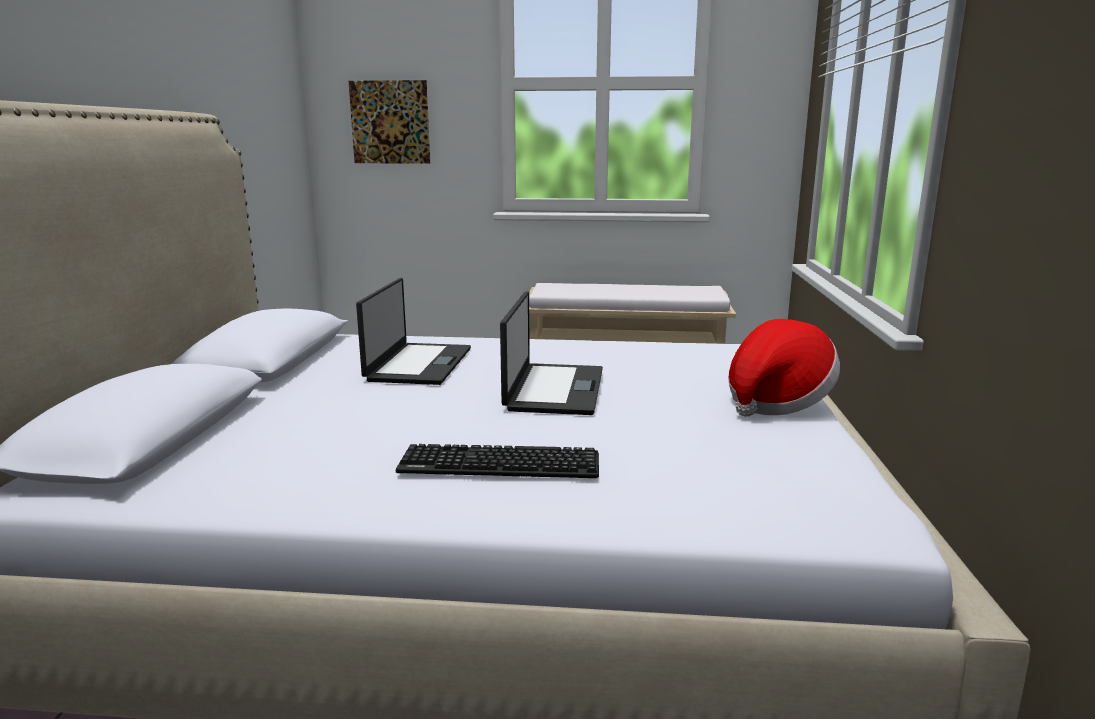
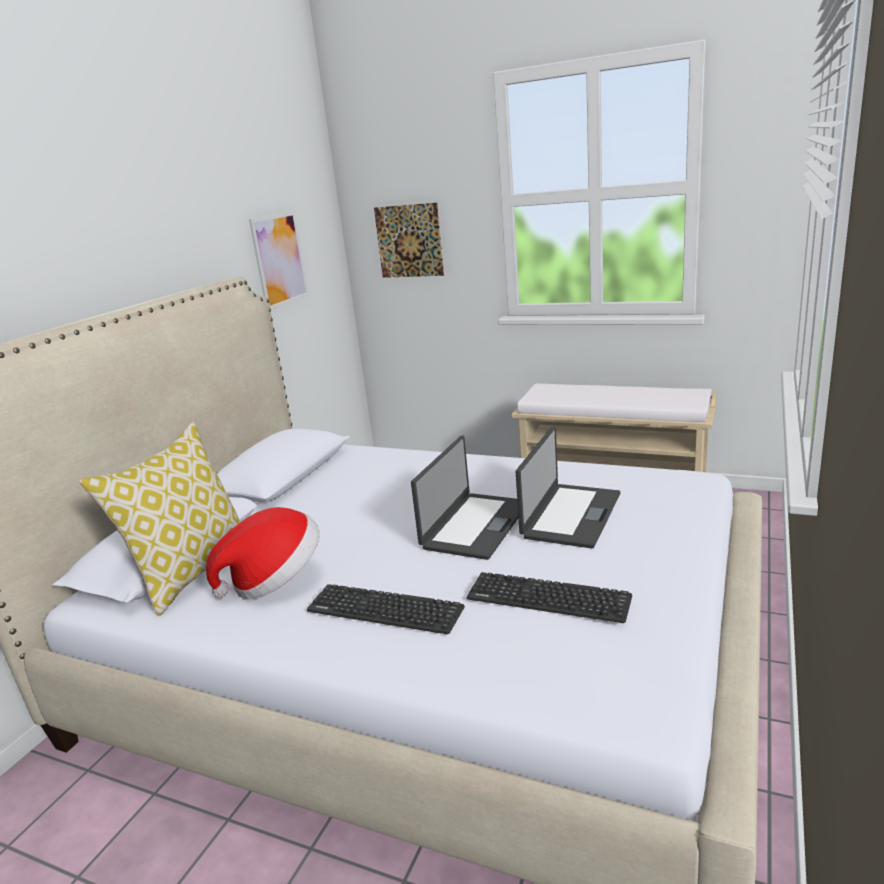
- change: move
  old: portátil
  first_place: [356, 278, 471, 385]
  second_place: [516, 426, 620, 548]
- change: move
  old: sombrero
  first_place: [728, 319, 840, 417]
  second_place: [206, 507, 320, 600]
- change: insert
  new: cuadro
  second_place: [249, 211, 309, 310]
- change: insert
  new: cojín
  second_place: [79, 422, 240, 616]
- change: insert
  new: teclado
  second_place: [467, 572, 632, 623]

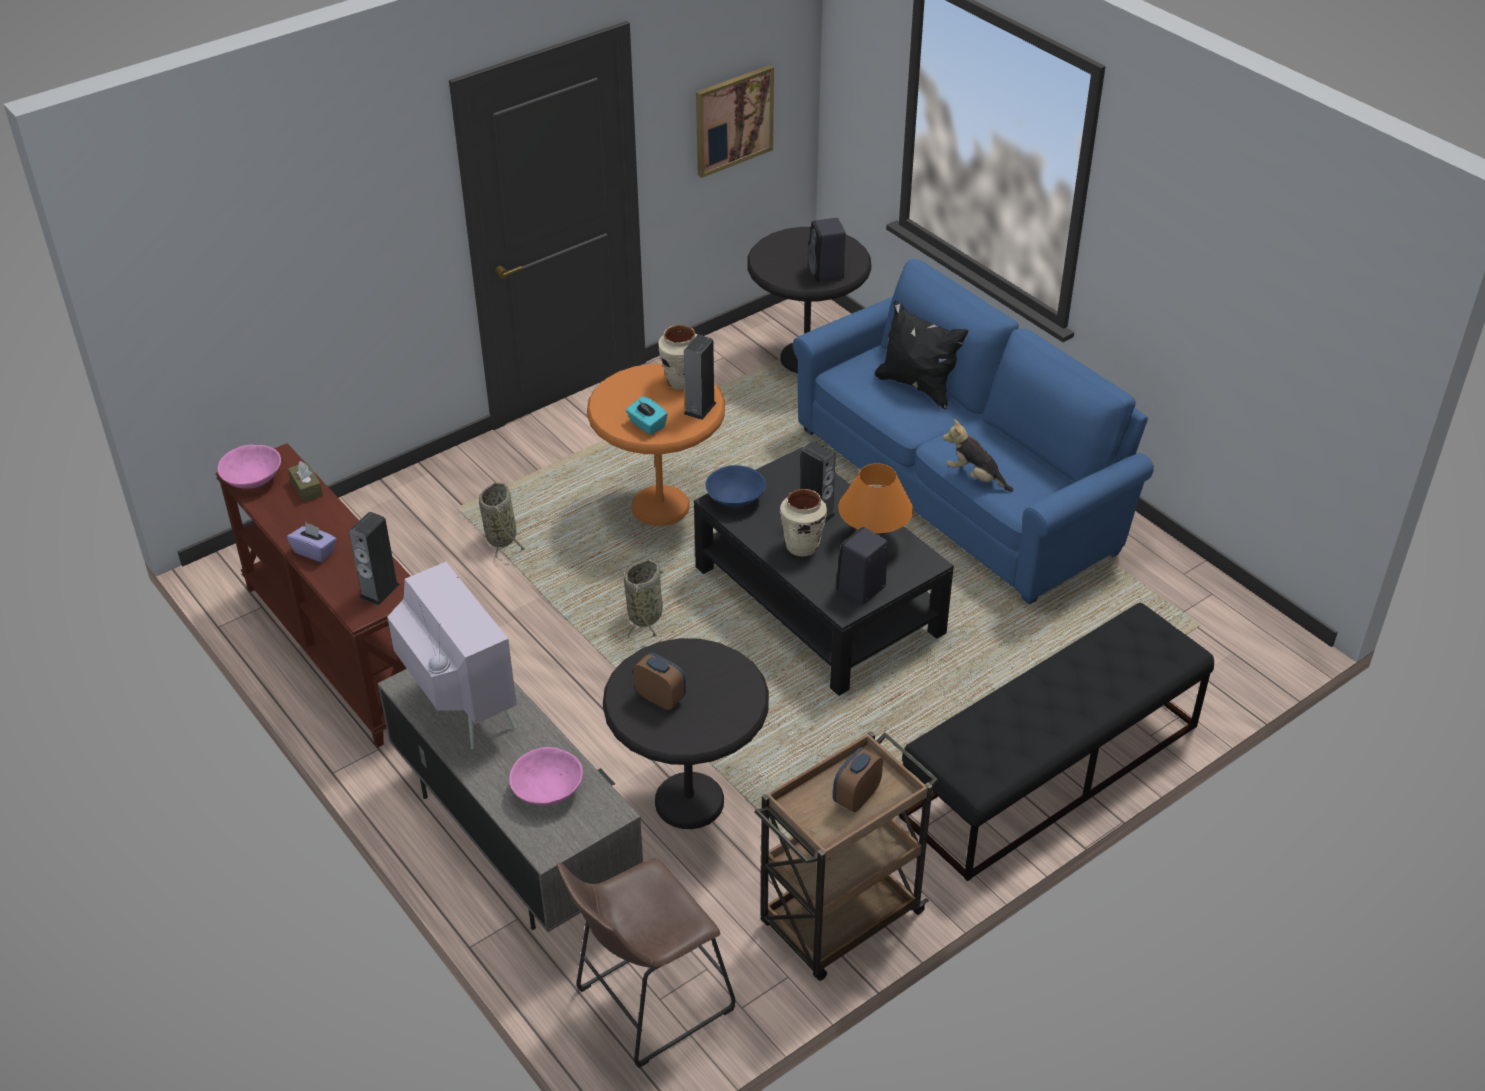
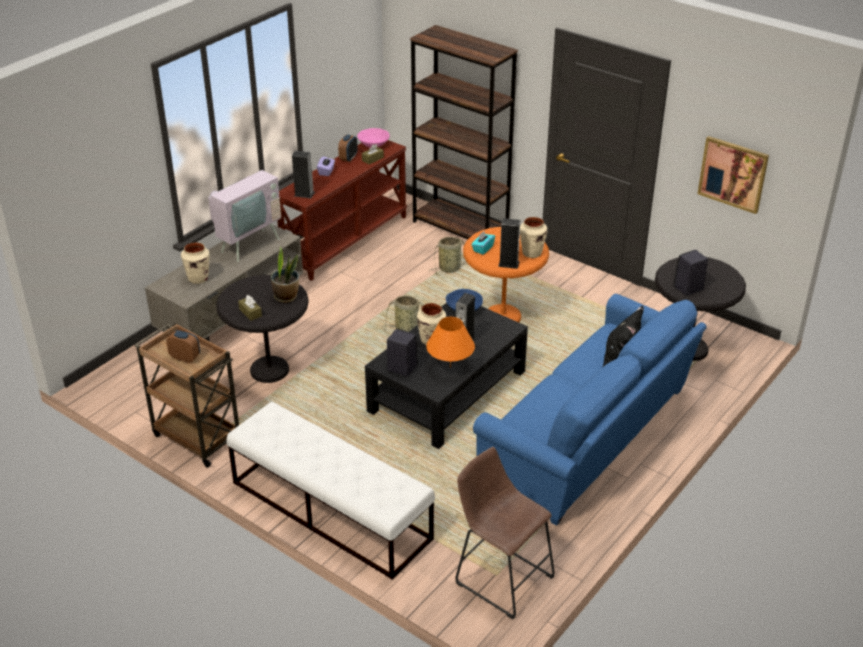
- change: delete
  old: peluche
  first_place: [943, 419, 1014, 492]
- change: recolor
  old: banco [negro]
  new: banco [blanco]
  first_place: [899, 603, 1214, 881]
  second_place: [227, 402, 435, 580]
- change: move
  old: despertador
  first_place: [633, 652, 686, 710]
  second_place: [338, 134, 358, 162]
- change: replace
  old: cuenco [rosa]
  new: florero [beis]
  first_place: [509, 747, 583, 805]
  second_place: [181, 242, 210, 284]
- change: move
  old: taburete [marrón]
  first_place: [557, 858, 735, 1068]
  second_place: [456, 447, 555, 619]
- change: insert
  new: estantería [marrón]
  second_place: [410, 25, 518, 239]
- change: insert
  new: planta en maceta
  second_place: [271, 247, 299, 303]
- change: insert
  new: caja de pañuelos [marrón]
  second_place: [238, 295, 262, 321]

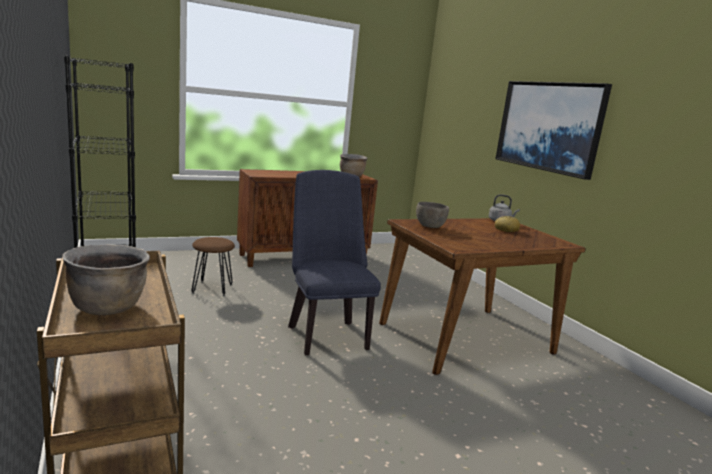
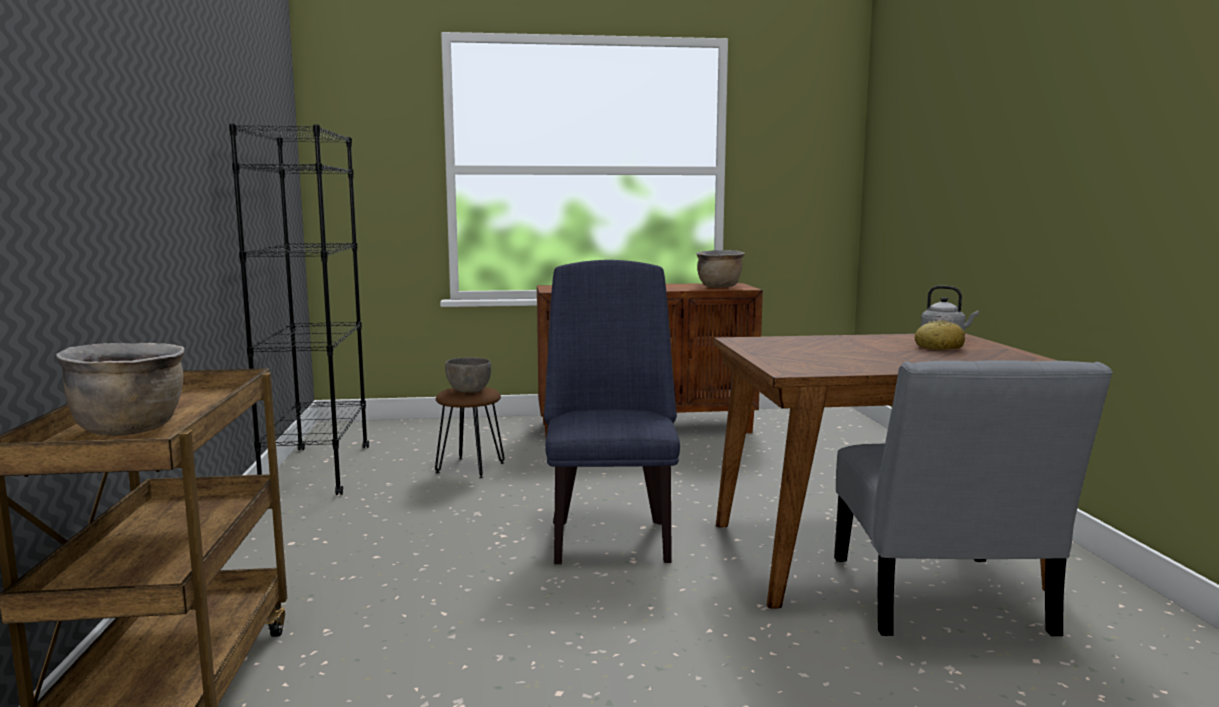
- change: delete
  old: cuadro
  first_place: [496, 81, 612, 180]
- change: move
  old: cuenco [gris]
  first_place: [416, 202, 449, 228]
  second_place: [445, 358, 491, 393]
- change: insert
  new: silla [gris]
  second_place: [834, 360, 1113, 636]

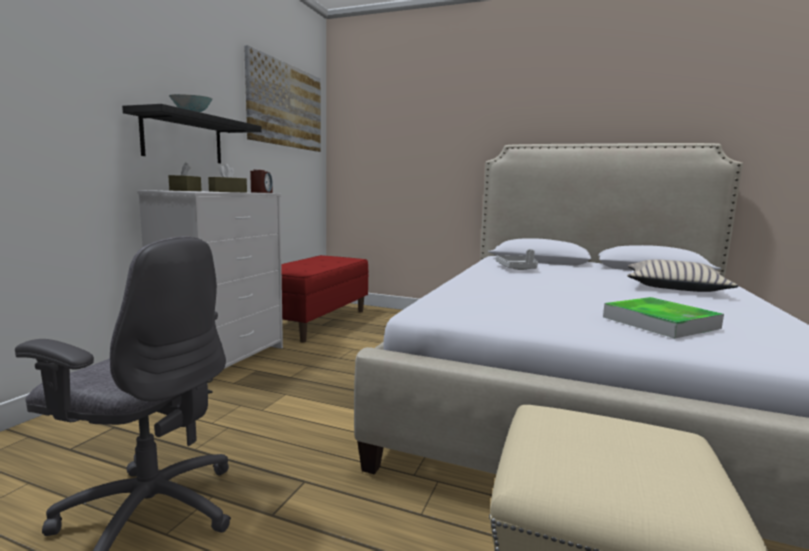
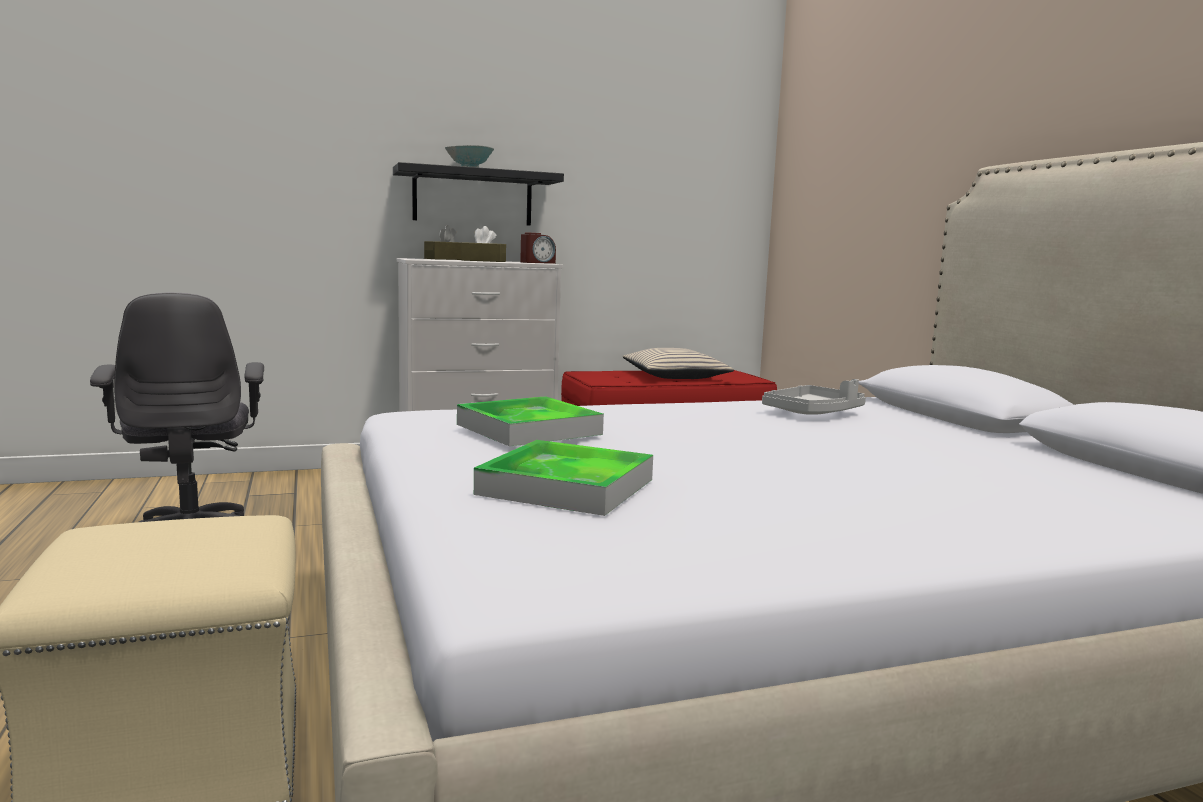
- change: delete
  old: cuadro
  first_place: [244, 45, 321, 152]
- change: move
  old: cojín [beis]
  first_place: [627, 259, 739, 292]
  second_place: [623, 348, 734, 379]
- change: insert
  new: bandeja
  second_place: [457, 396, 604, 446]

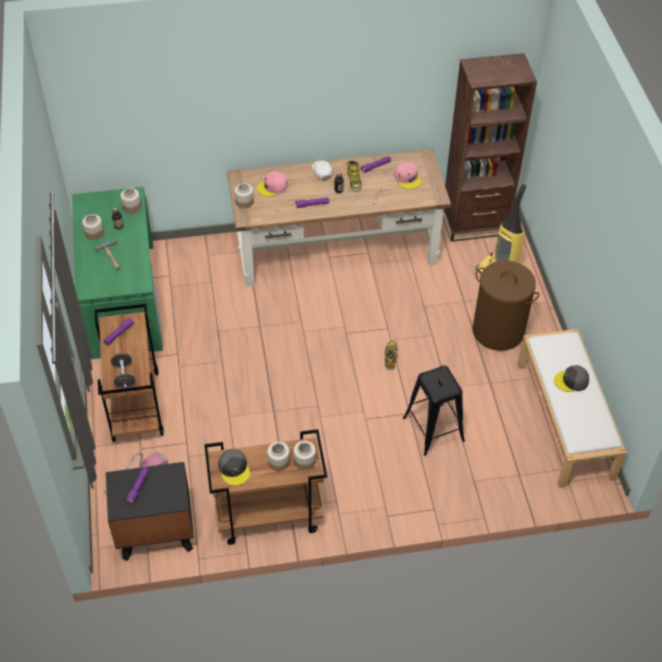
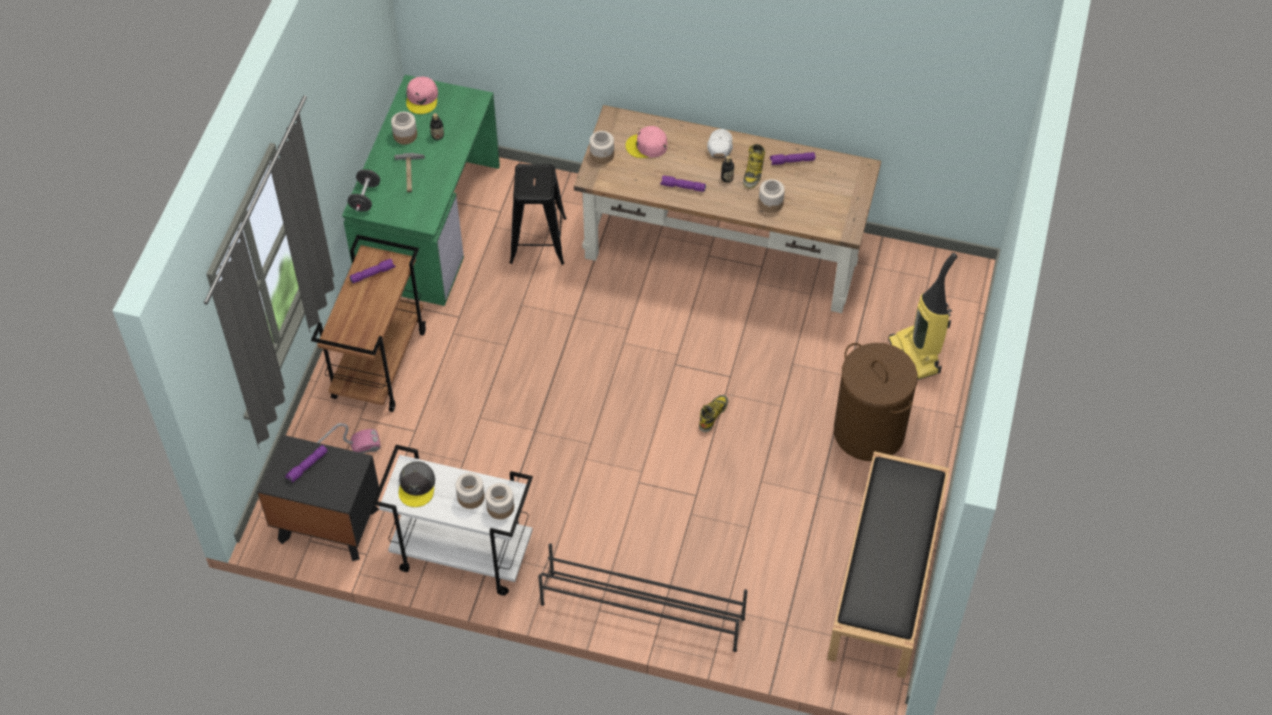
- change: delete
  old: estantería [marrón]
  first_place: [443, 53, 537, 242]
- change: move
  old: gorra [rosa]
  first_place: [394, 162, 421, 189]
  second_place: [406, 77, 438, 114]
- change: move
  old: tarro
  first_place: [120, 188, 141, 213]
  second_place: [759, 179, 785, 213]
- change: recolor
  old: banco [blanco]
  new: banco [negro]
  first_place: [517, 329, 627, 488]
  second_place: [827, 451, 950, 678]
- change: move
  old: mancuerna [negro]
  first_place: [111, 353, 135, 388]
  second_place: [348, 169, 380, 212]
- change: delete
  old: gorra [gris]
  first_place: [554, 365, 589, 392]
- change: move
  old: taburete [negro]
  first_place: [403, 366, 465, 456]
  second_place: [509, 164, 567, 265]
- change: recolor
  old: carrito [marrón]
  new: carrito [blanco]
  first_place: [204, 429, 327, 545]
  second_place: [373, 445, 533, 596]
- change: insert
  new: zapatero [negro]
  second_place: [538, 543, 748, 652]

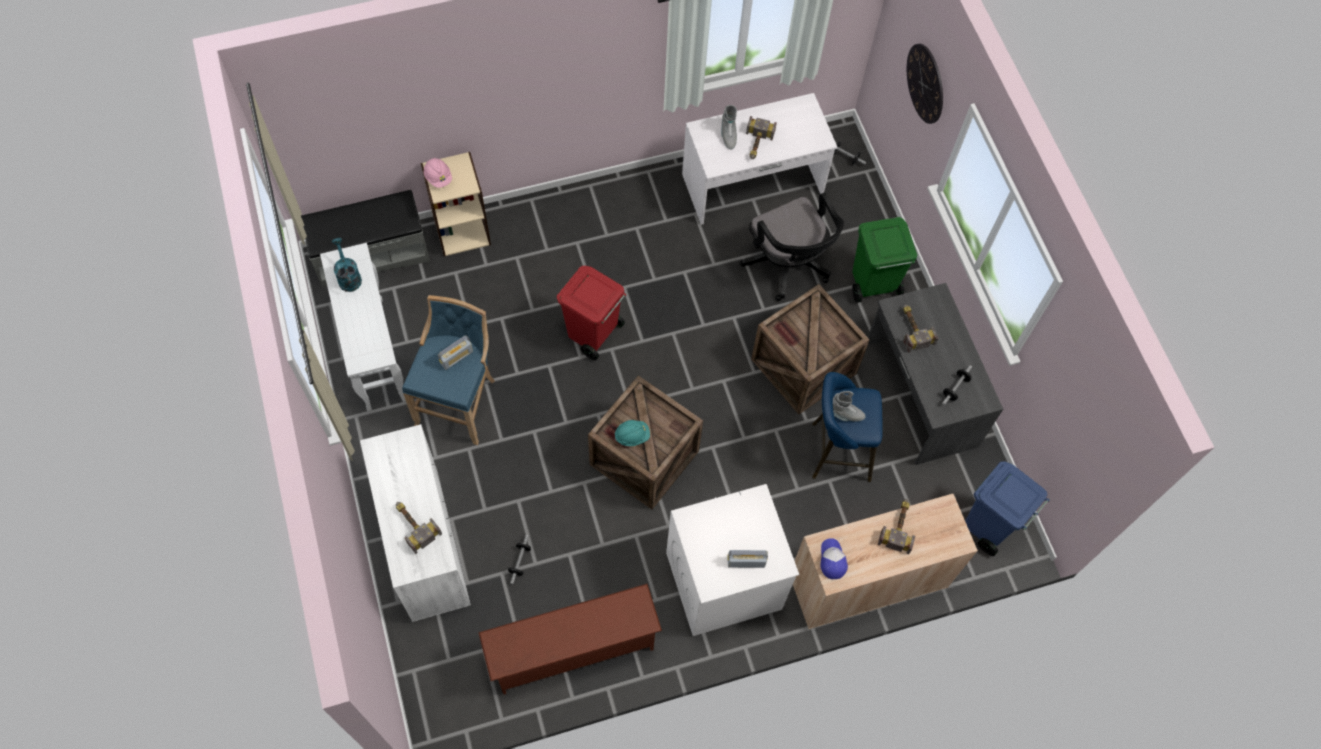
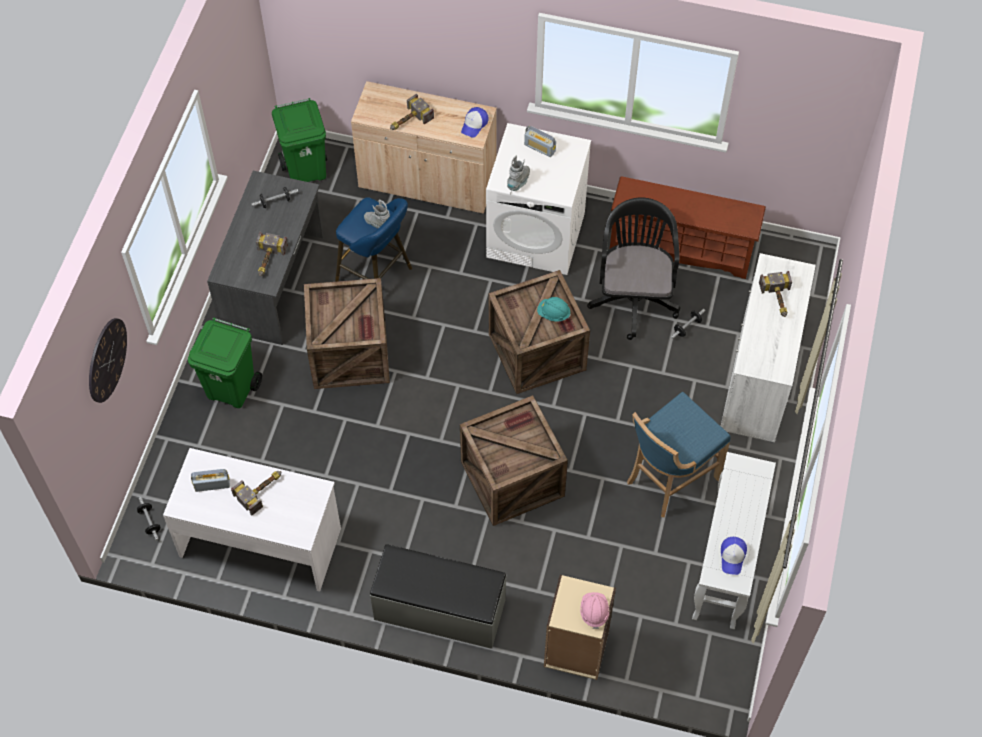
- change: move
  old: bota [gris]
  first_place: [721, 105, 737, 149]
  second_place: [507, 156, 530, 191]
- change: move
  old: banco [gris]
  first_place: [301, 190, 430, 288]
  second_place: [370, 544, 507, 649]
- change: move
  old: silla de oficina [negro]
  first_place: [740, 193, 844, 301]
  second_place: [587, 198, 680, 340]
- change: replace
  old: regadera [turquesa]
  new: gorra
  first_place: [332, 238, 362, 292]
  second_place: [721, 537, 747, 575]
- change: replace
  old: papelera [rojo]
  new: caja de embalaje
  first_place: [557, 266, 626, 360]
  second_place: [460, 395, 568, 526]
- change: move
  old: radio
  first_place: [438, 336, 473, 370]
  second_place: [191, 469, 230, 492]
- change: recolor
  old: papelera [azul]
  new: papelera [verde]
  first_place: [965, 461, 1050, 556]
  second_place: [272, 98, 327, 182]

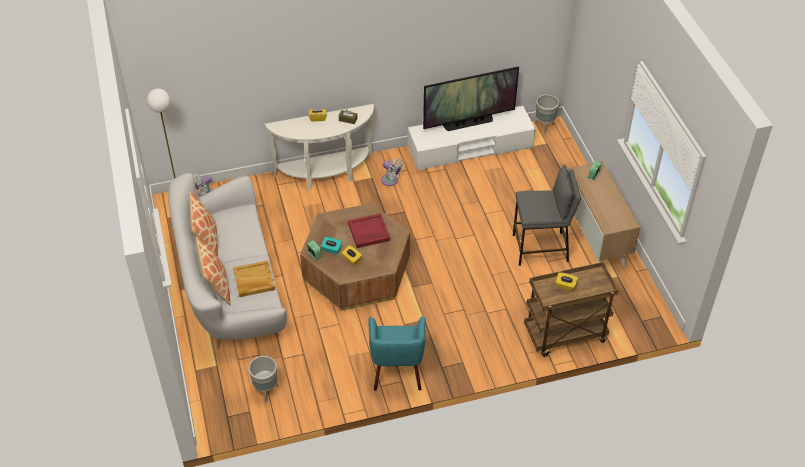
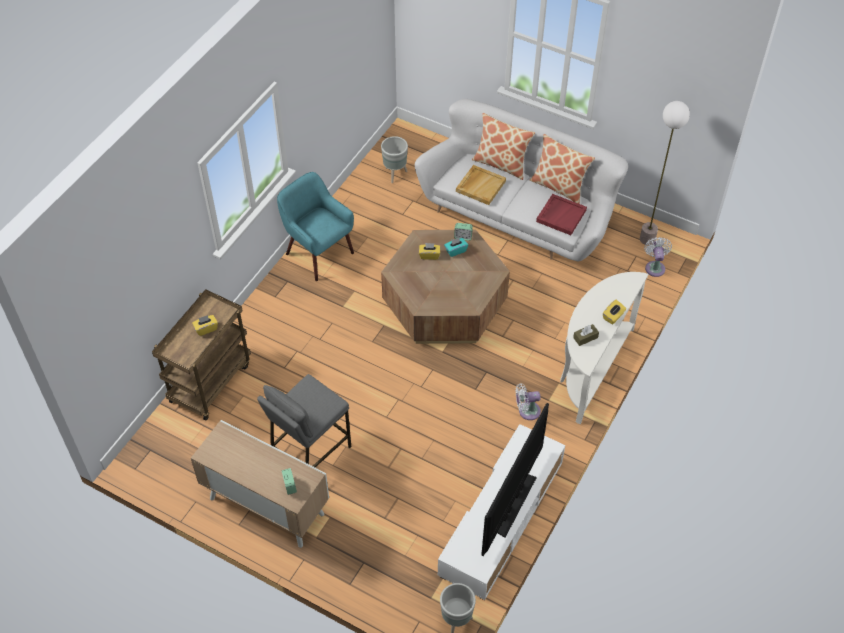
- change: move
  old: bandeja [rojo]
  first_place: [348, 213, 390, 248]
  second_place: [536, 194, 587, 235]

